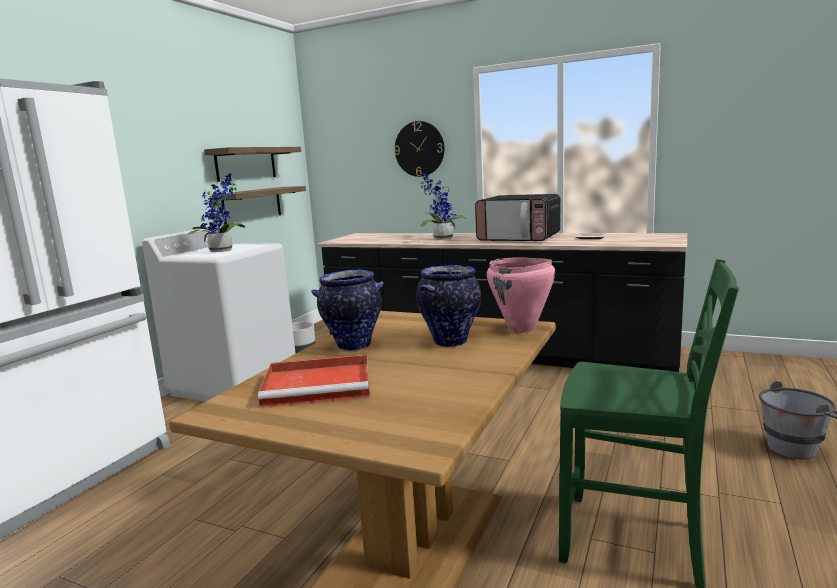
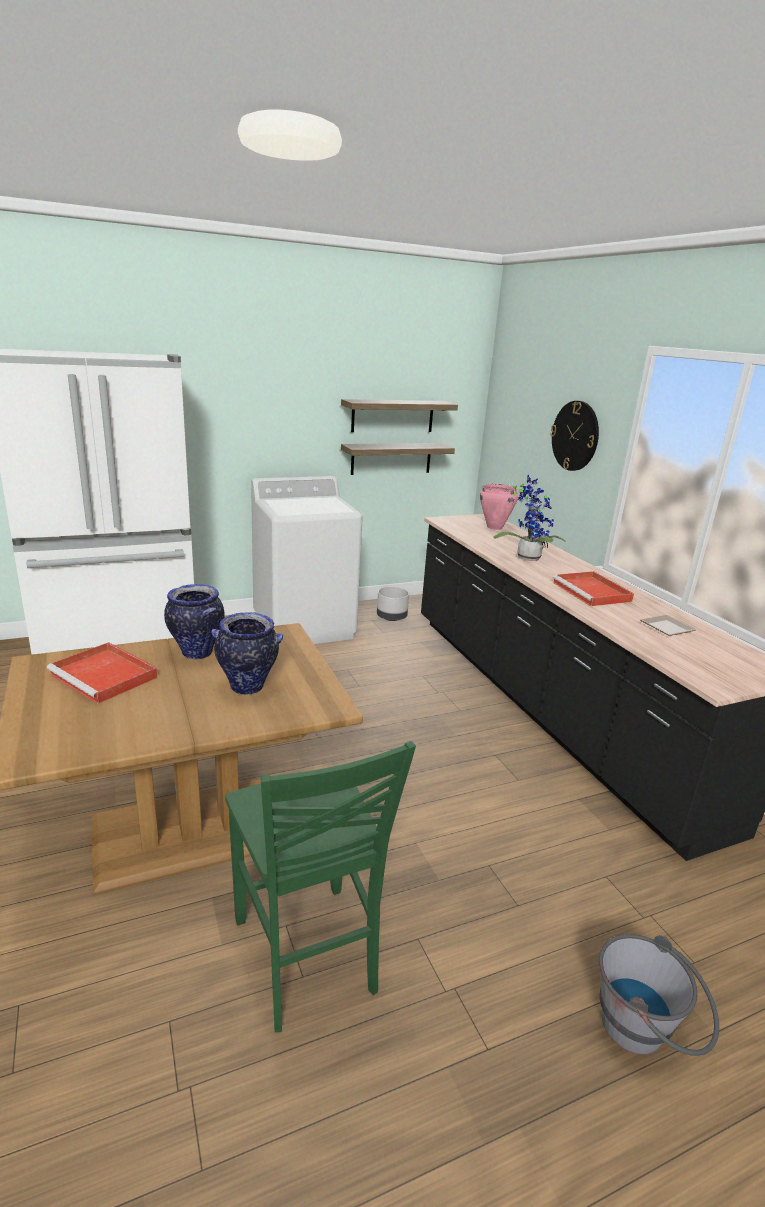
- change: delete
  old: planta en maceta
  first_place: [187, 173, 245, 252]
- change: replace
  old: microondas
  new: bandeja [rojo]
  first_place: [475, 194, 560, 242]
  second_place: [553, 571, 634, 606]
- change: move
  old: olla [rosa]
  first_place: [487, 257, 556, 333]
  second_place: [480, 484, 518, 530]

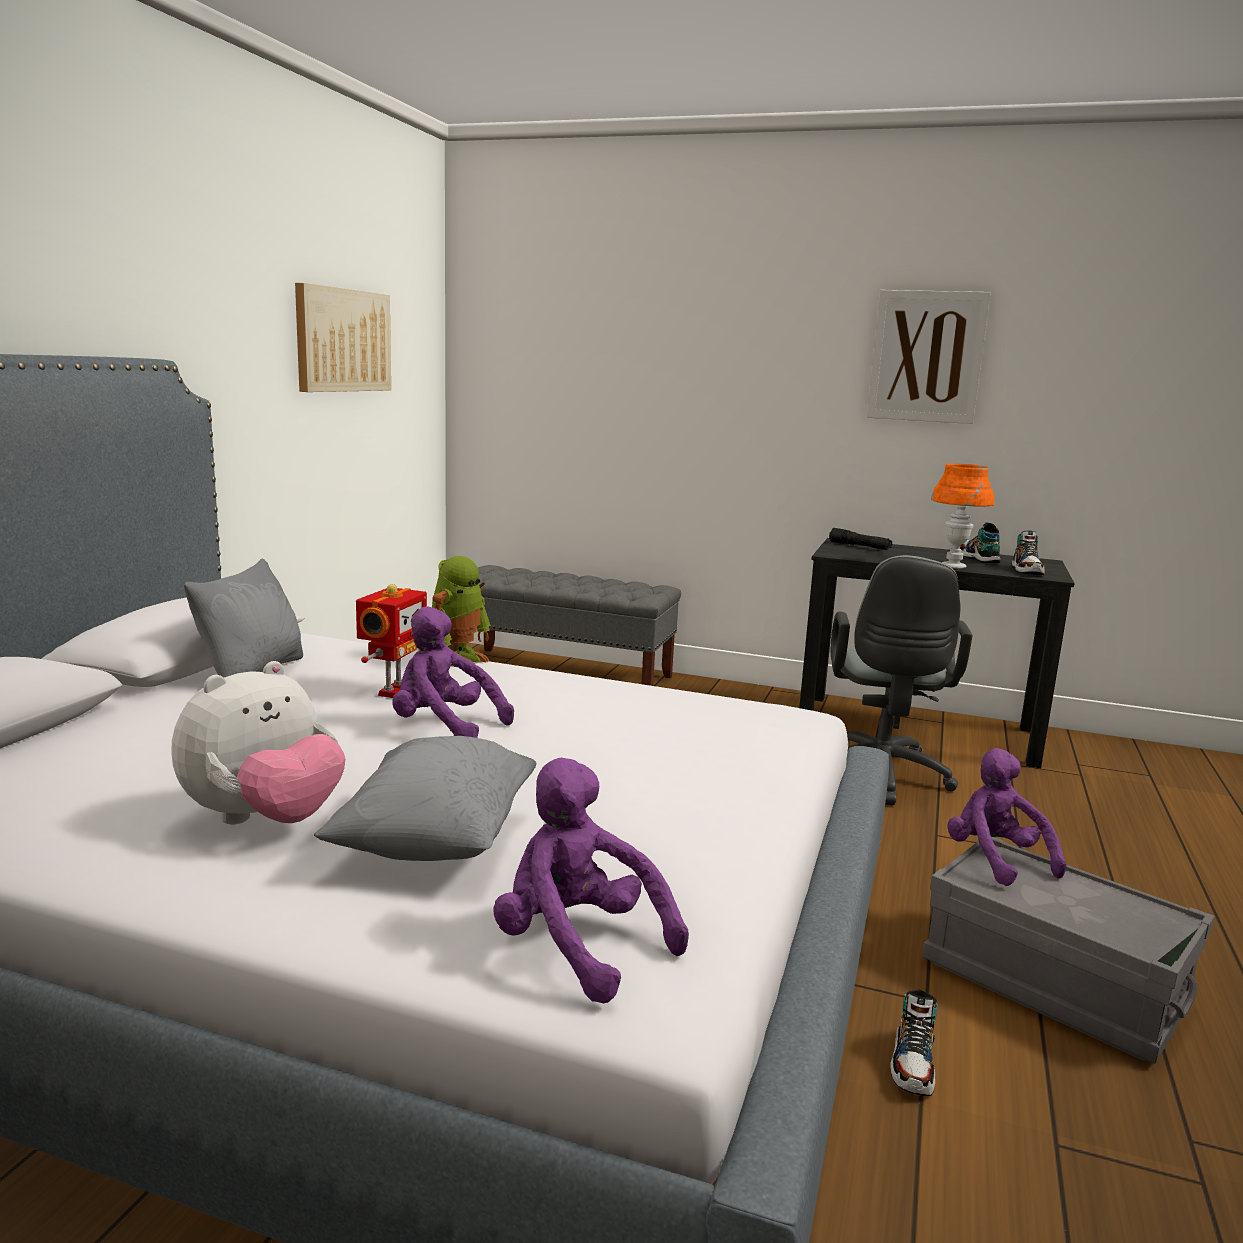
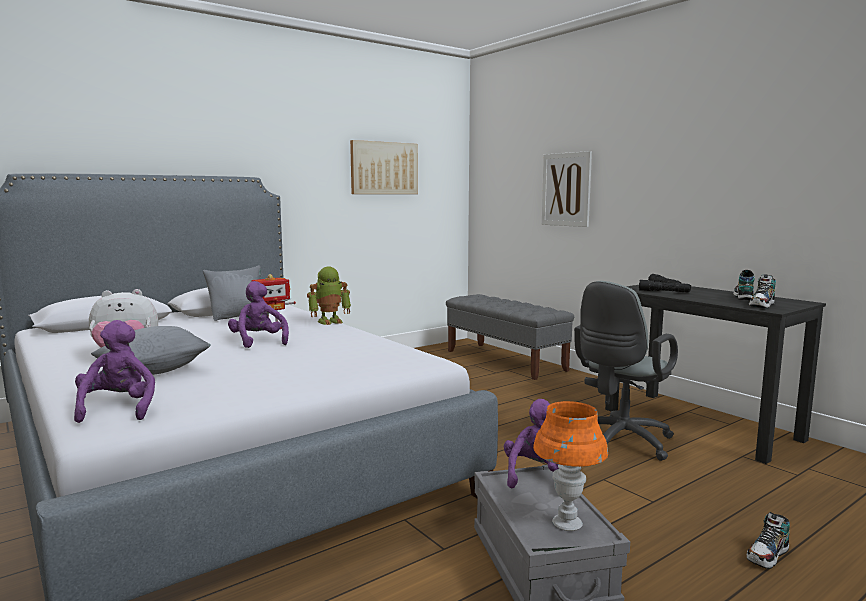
- change: move
  old: cuadro
  first_place: [867, 290, 991, 424]
  second_place: [542, 151, 592, 227]
- change: move
  old: lámpara de mesa [naranja]
  first_place: [931, 464, 994, 569]
  second_place: [533, 401, 608, 531]
- change: move
  old: zapato
  first_place: [890, 989, 937, 1096]
  second_place: [747, 512, 790, 569]
- change: insert
  new: linterna [negro]
  second_place: [639, 280, 691, 292]

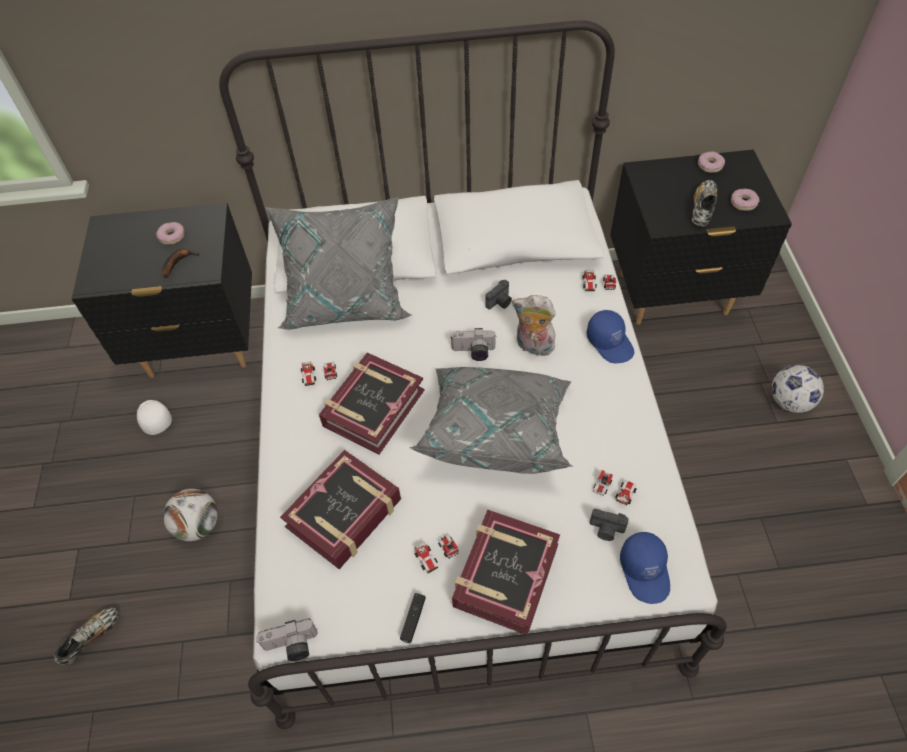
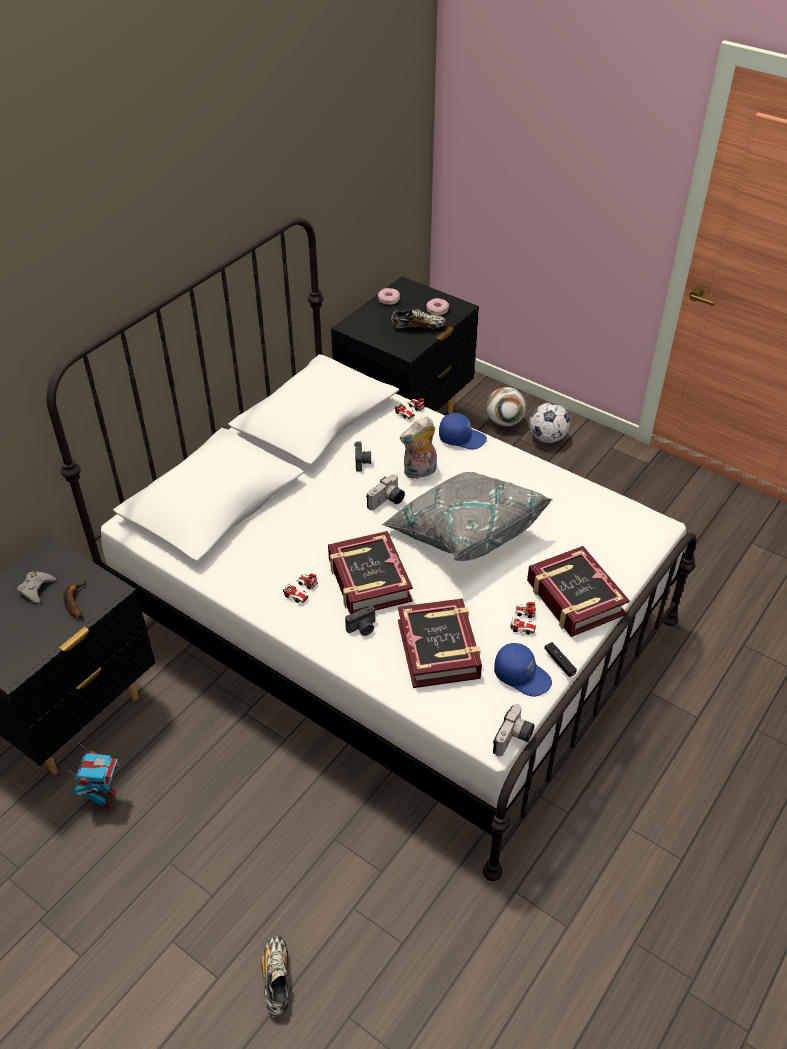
- change: rotate
  old: zapato
  first_place: [692, 180, 718, 227]
  second_place: [391, 308, 446, 329]
  degrees: 120
- change: delete
  old: cojín [gris]
  first_place: [265, 197, 412, 330]
- change: replace
  old: rosquilla
  new: mando de consola [gris]
  first_place: [156, 222, 185, 245]
  second_place: [17, 571, 56, 604]
- change: replace
  old: gorra [blanco]
  new: robot de juguete
  first_place: [137, 400, 172, 435]
  second_place: [68, 743, 120, 809]
- change: delete
  old: coche de juguete
  first_place: [593, 470, 637, 505]
- change: move
  old: balón de fútbol
  first_place: [163, 489, 218, 541]
  second_place: [486, 387, 526, 427]
- change: move
  old: cámara
  first_place: [590, 509, 629, 541]
  second_place: [345, 605, 375, 636]
- change: move
  old: gorra [azul]
  first_place: [620, 532, 670, 604]
  second_place: [494, 643, 552, 697]

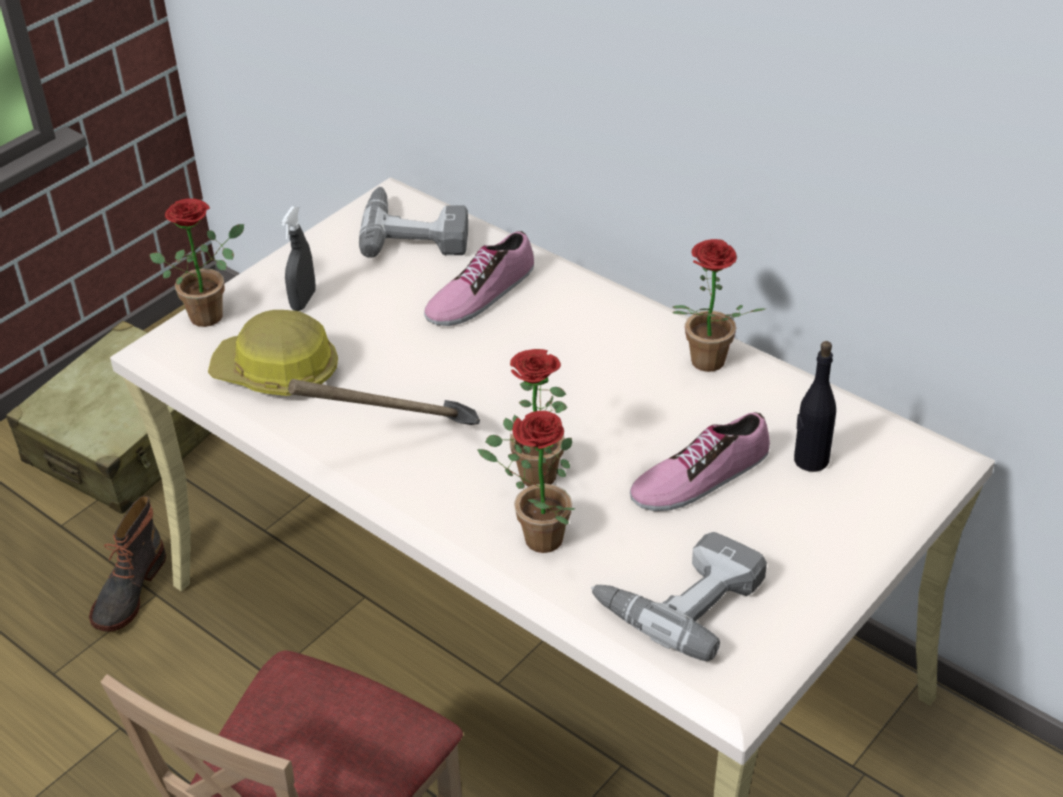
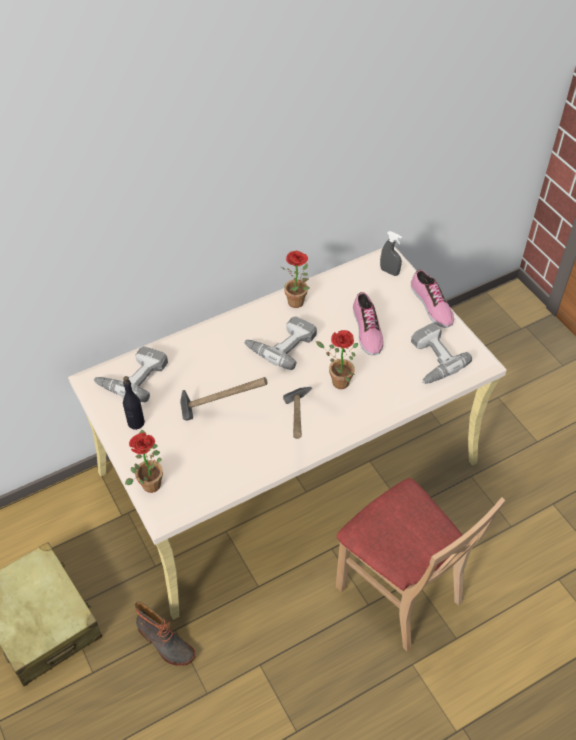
- change: move
  old: pulverizador [gris]
  first_place: [281, 207, 316, 311]
  second_place: [380, 231, 402, 276]
- change: move
  old: zapato
  first_place: [424, 231, 534, 326]
  second_place: [411, 270, 454, 328]
- change: delete
  old: casco
  first_place: [208, 310, 338, 396]
- change: move
  old: botella [negro]
  first_place: [794, 341, 836, 472]
  second_place: [123, 376, 145, 430]
- change: delete
  old: planta en maceta
  first_place: [477, 411, 575, 553]
- change: insert
  new: taladro
  second_place: [244, 316, 317, 370]
- change: insert
  new: martillo
  second_place: [180, 377, 268, 421]

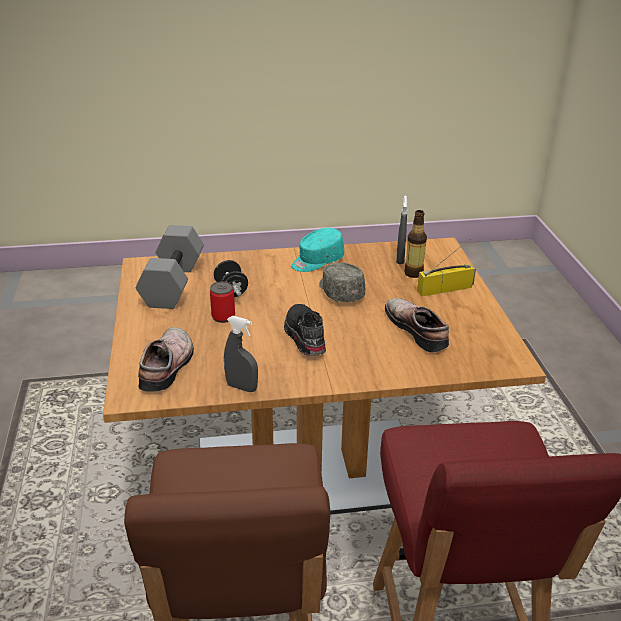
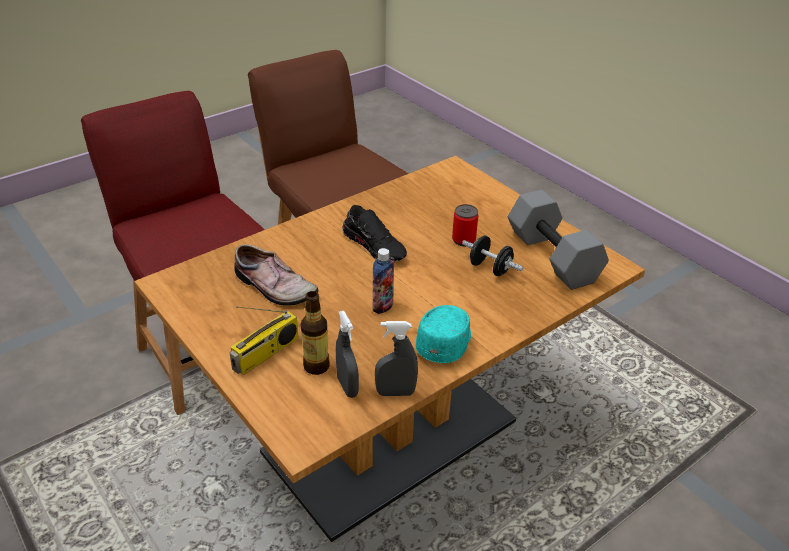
- change: replace
  old: gorra [gris]
  new: botella
  first_place: [319, 263, 365, 302]
  second_place: [373, 248, 394, 314]
- change: move
  old: pulverizador [gris]
  first_place: [224, 316, 258, 392]
  second_place: [375, 321, 418, 396]
- change: delete
  old: zapato
  first_place: [138, 327, 194, 392]

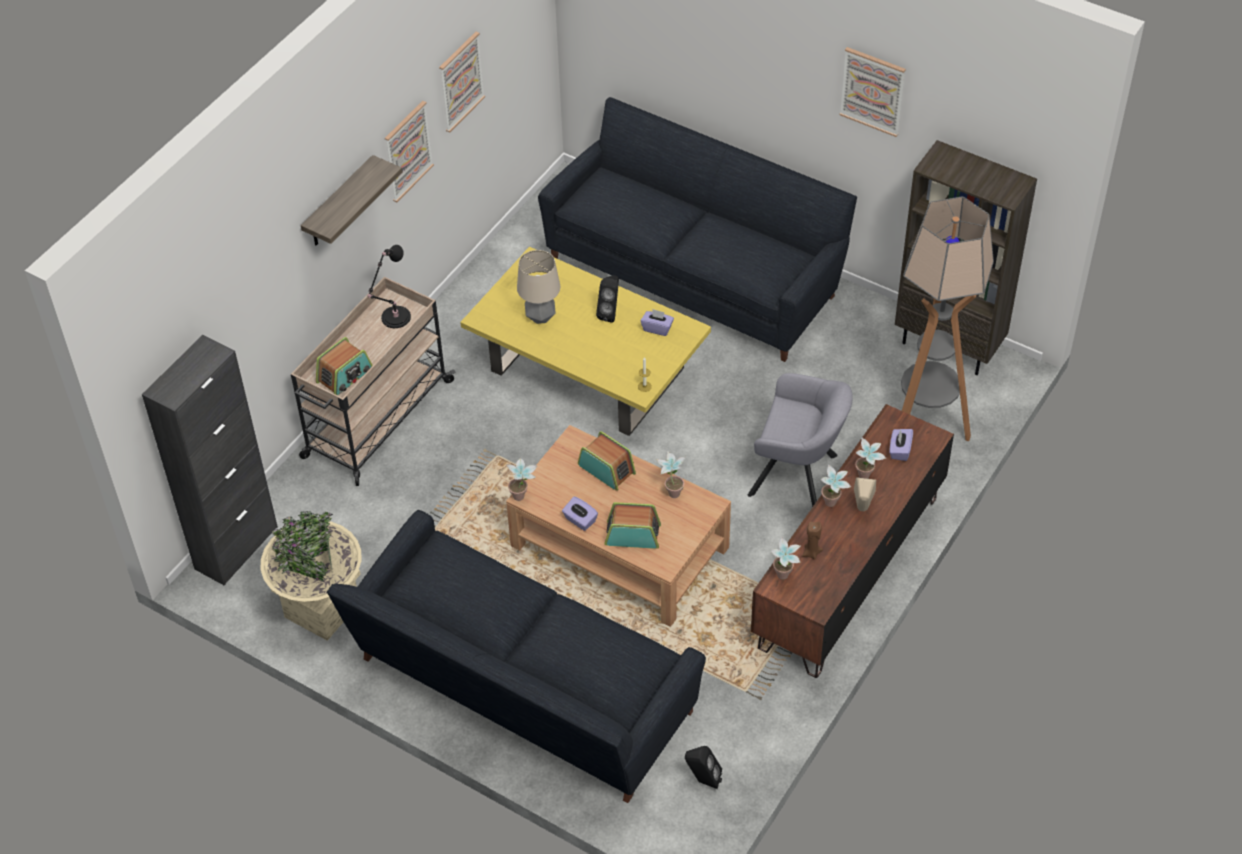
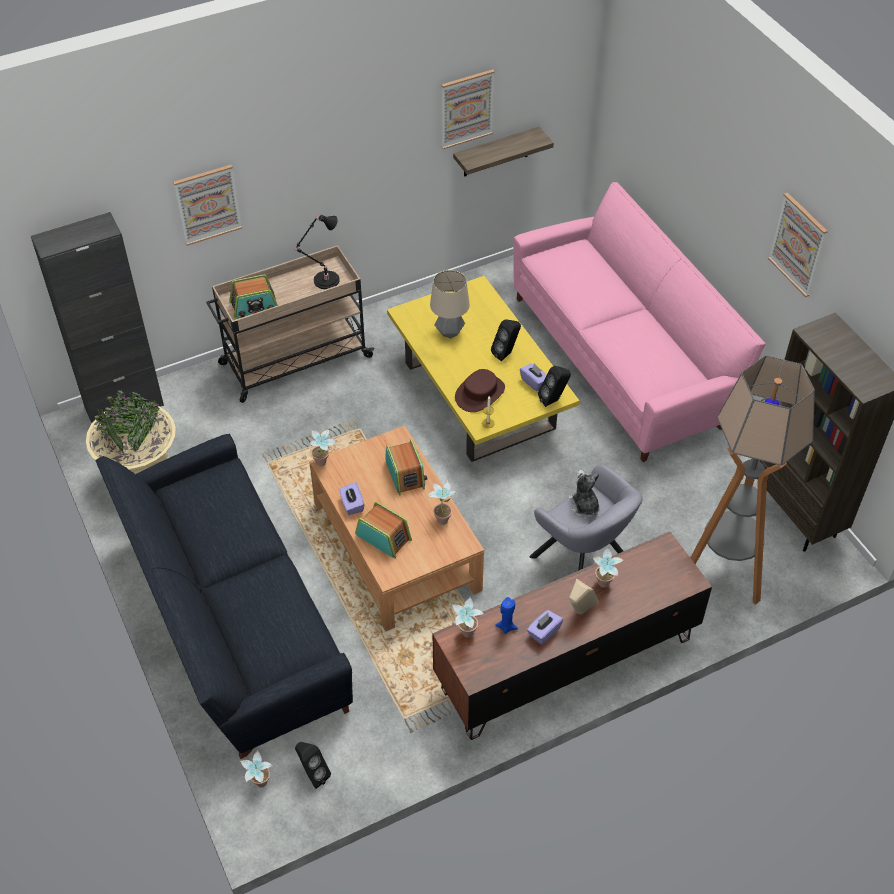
- change: recolor
  old: sofá [negro]
  new: sofá [rosa]
  first_place: [538, 97, 857, 362]
  second_place: [513, 182, 765, 462]
- change: move
  old: cuadro
  first_place: [385, 101, 434, 202]
  second_place: [173, 165, 242, 246]
- change: move
  old: estante
  first_place: [301, 155, 402, 245]
  second_place: [453, 127, 554, 177]
- change: move
  old: caja de pañuelos [morado]
  first_place: [890, 429, 913, 461]
  second_place: [527, 610, 563, 645]
- change: move
  old: planta en maceta
  first_place: [820, 464, 851, 507]
  second_place: [240, 750, 273, 788]
- change: recolor
  old: vela [marrón]
  new: vela [azul]
  first_place: [802, 522, 823, 560]
  second_place: [495, 597, 518, 634]
- change: insert
  new: altavoz [negro]
  second_place: [538, 366, 571, 407]
- change: insert
  new: sombrero [marrón]
  second_place: [455, 369, 505, 412]
- change: insert
  new: peluche
  second_place: [568, 470, 600, 518]

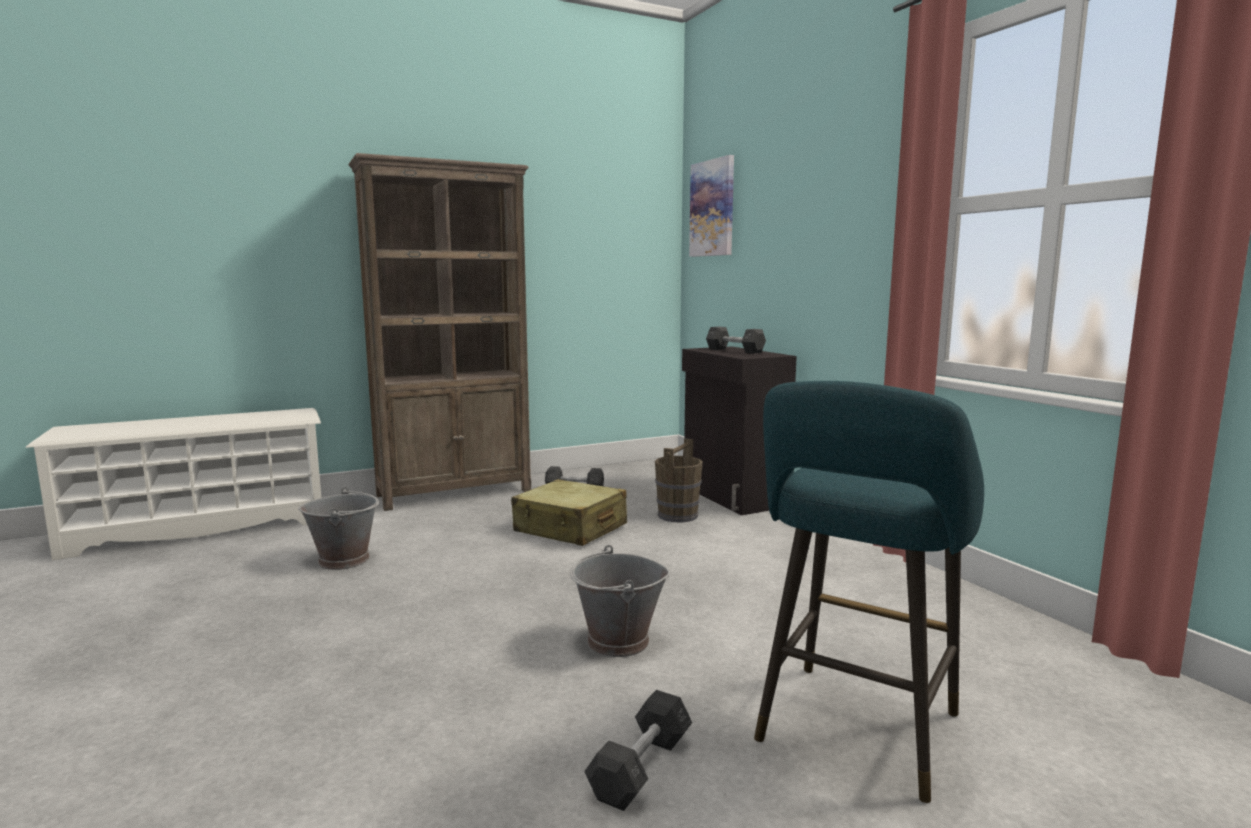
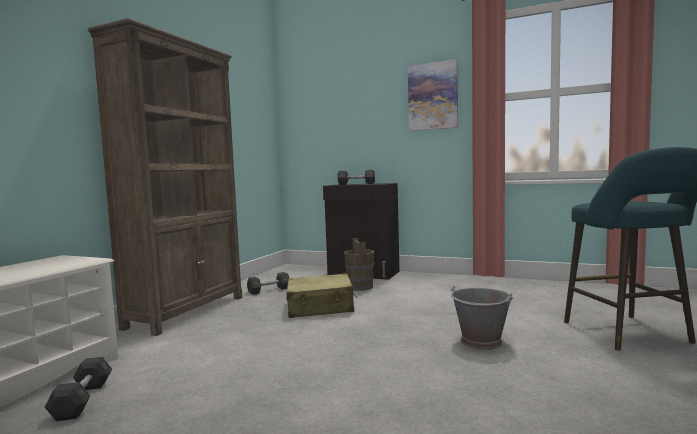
- change: move
  old: cuadro
  first_place: [689, 155, 734, 257]
  second_place: [408, 59, 458, 131]
- change: delete
  old: cubo [gris]
  first_place: [298, 487, 379, 570]
- change: move
  old: mancuerna [gris]
  first_place: [584, 690, 692, 811]
  second_place: [45, 357, 112, 421]

